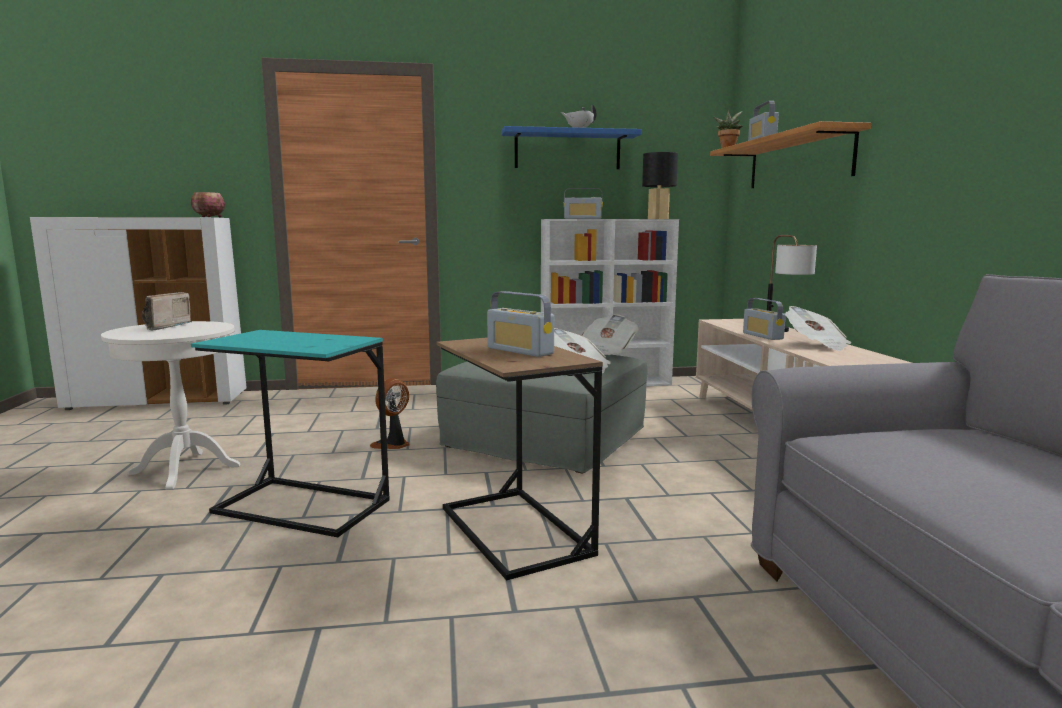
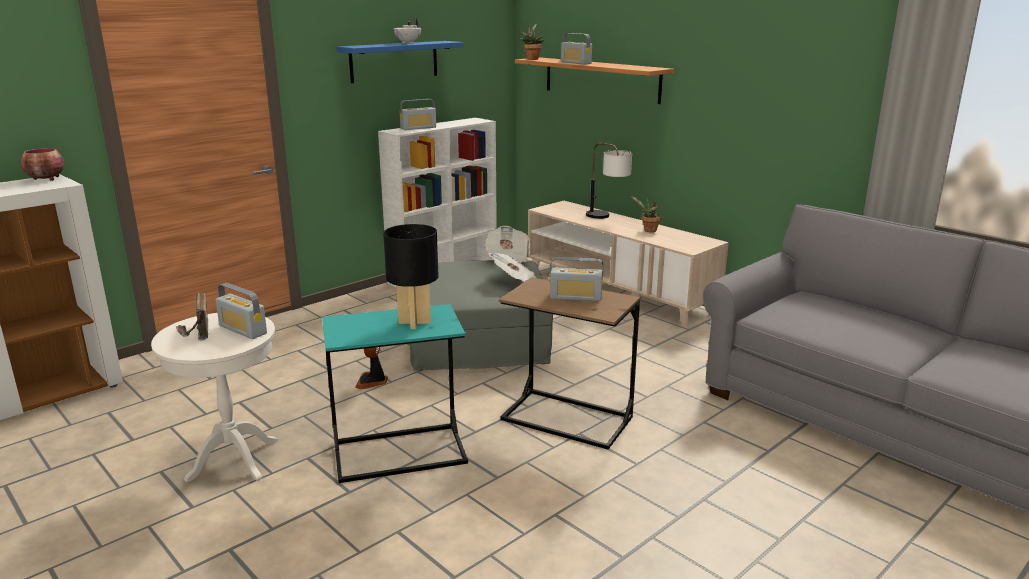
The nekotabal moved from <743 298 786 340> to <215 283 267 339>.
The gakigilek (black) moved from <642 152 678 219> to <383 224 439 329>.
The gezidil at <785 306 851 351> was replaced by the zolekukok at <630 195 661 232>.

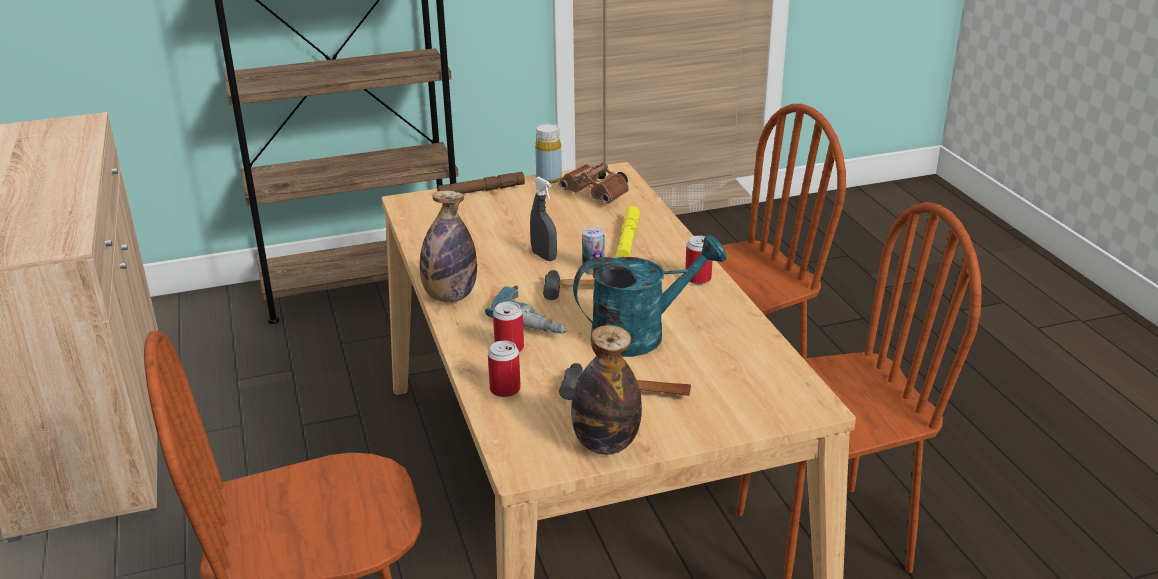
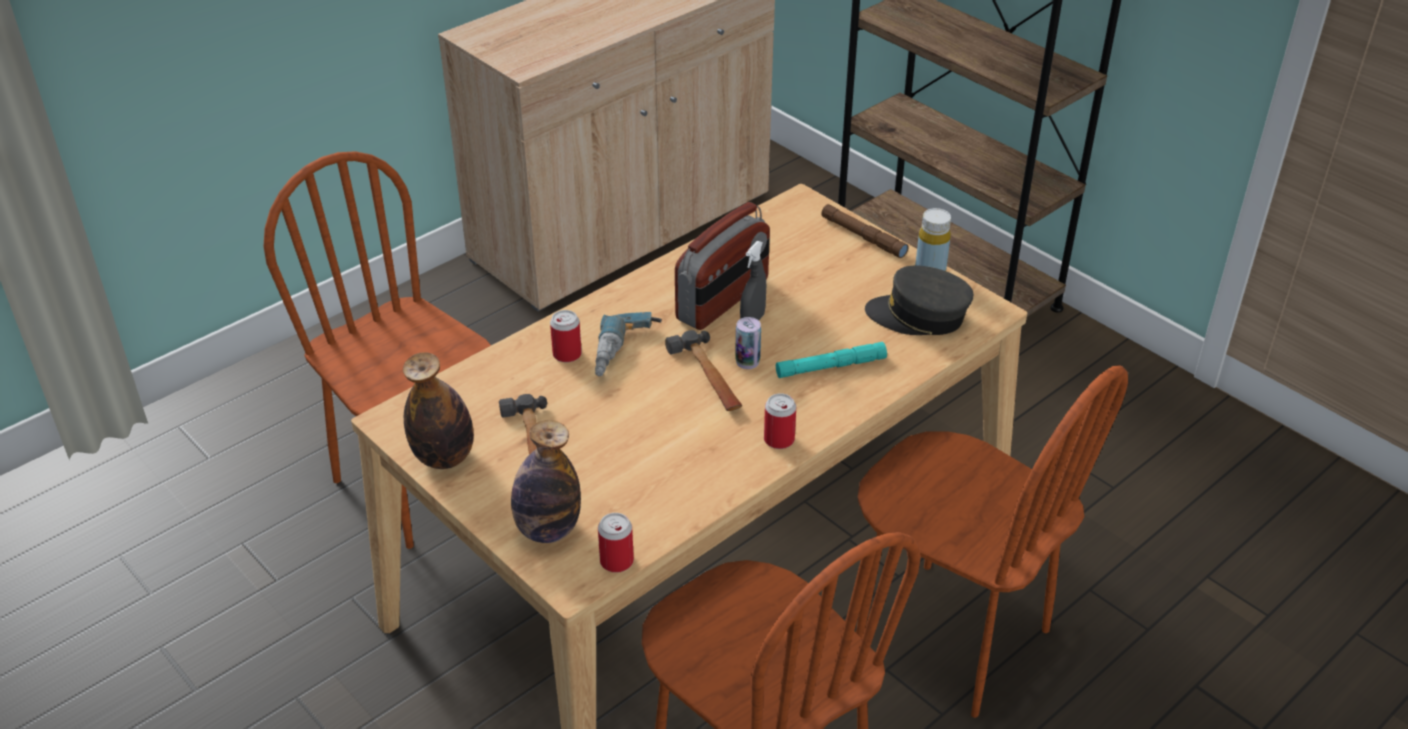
The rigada moved from <420 190 477 302> to <511 420 581 543>.
The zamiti moved from <488 340 521 397> to <598 513 634 573>.
The nekotabal at <675 202 770 330> appeared.
The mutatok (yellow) at <616 206 640 258> became the mutatok (turquoise) at <776 342 887 378>.
The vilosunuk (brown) at <559 162 629 204> was replaced by the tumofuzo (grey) at <865 266 974 335>.
The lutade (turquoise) at <573 235 727 357> disappeared.

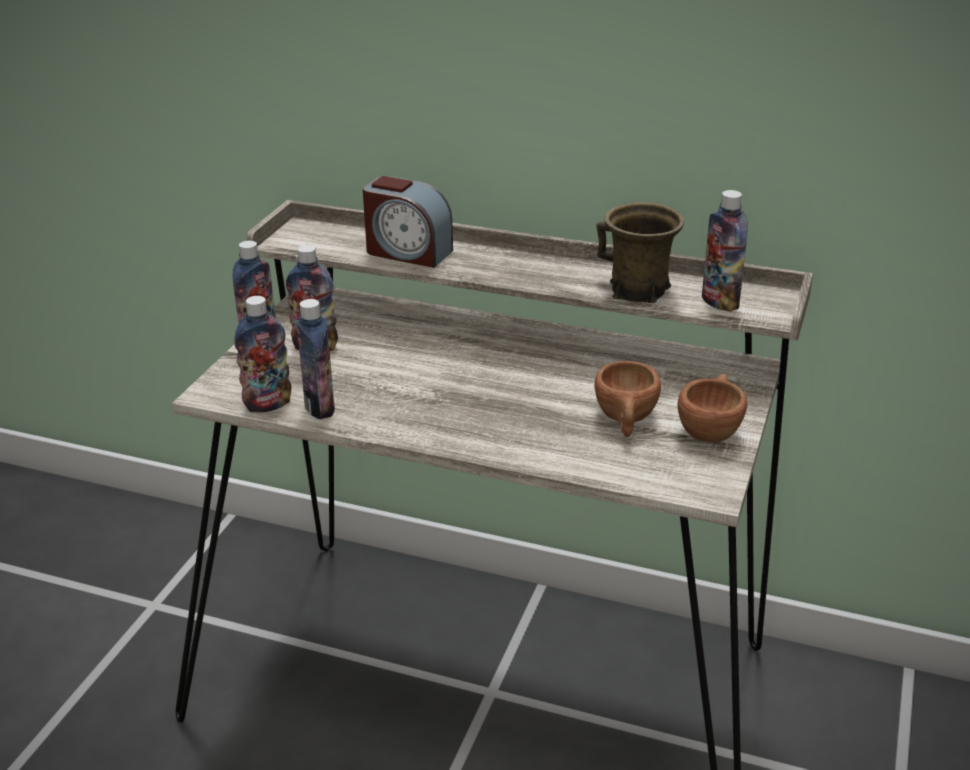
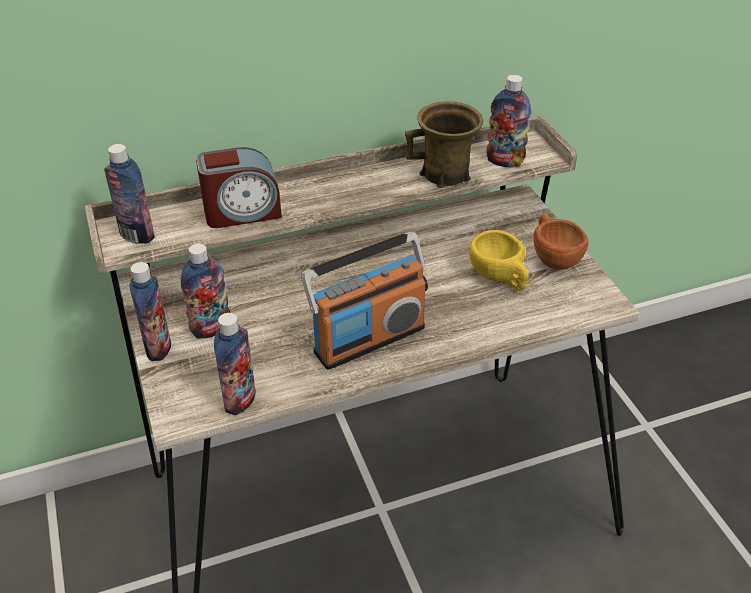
The rigada moved from <296 299 335 420> to <104 144 155 244>.
The nekotabal at <301 232 428 370> appeared.
The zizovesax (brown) at <595 361 661 437> became the zizovesax (yellow) at <469 230 529 290>.

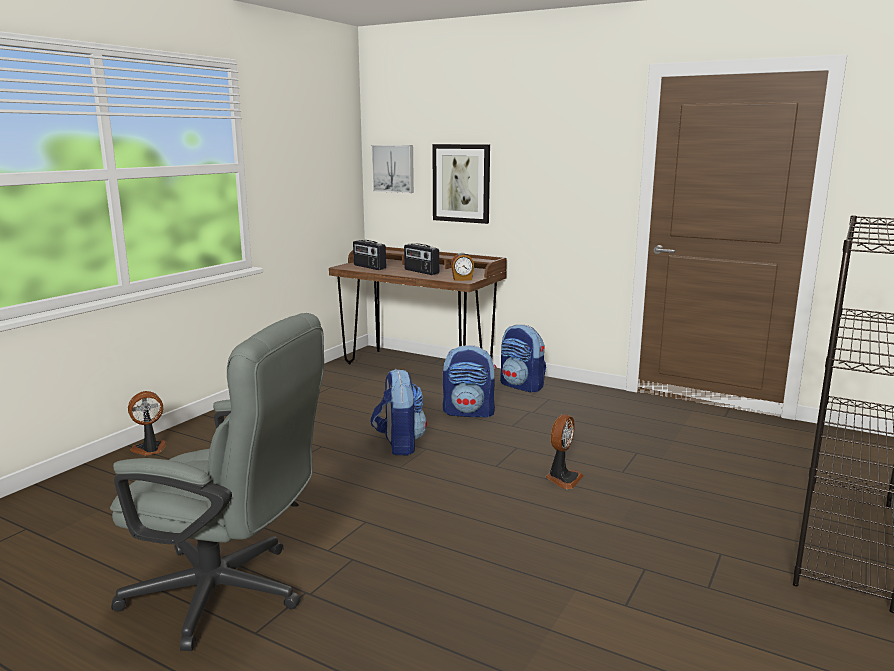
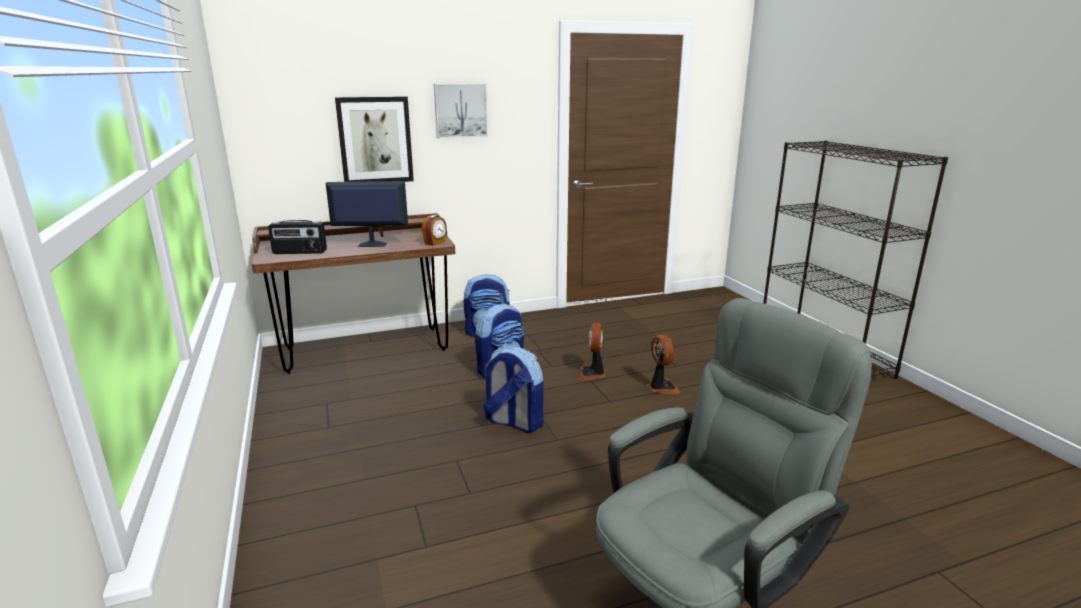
The nekotabal at <404 243 439 275> was replaced by the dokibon at <326 181 408 247>.
The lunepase moved from <372 145 414 193> to <434 83 488 139>.
The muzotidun moved from <128 391 167 456> to <579 322 606 381>.

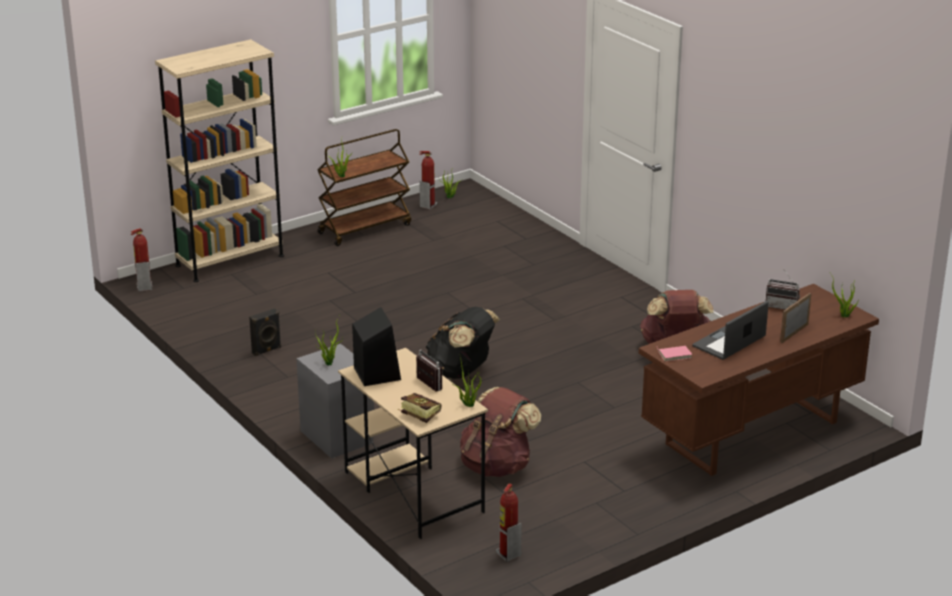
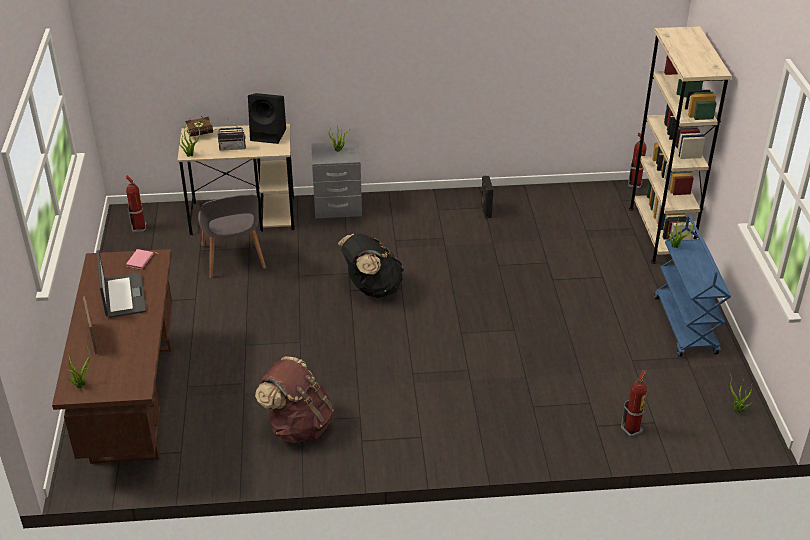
The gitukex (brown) at <460 387 541 477> was replaced by the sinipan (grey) at <198 195 266 278>.
The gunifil moved from <419 151 437 210> to <621 370 647 437>.
The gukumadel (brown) at <317 129 411 246> became the gukumadel (blue) at <654 215 731 357>.
The nekotabal at <766 268 800 309> disappeared.

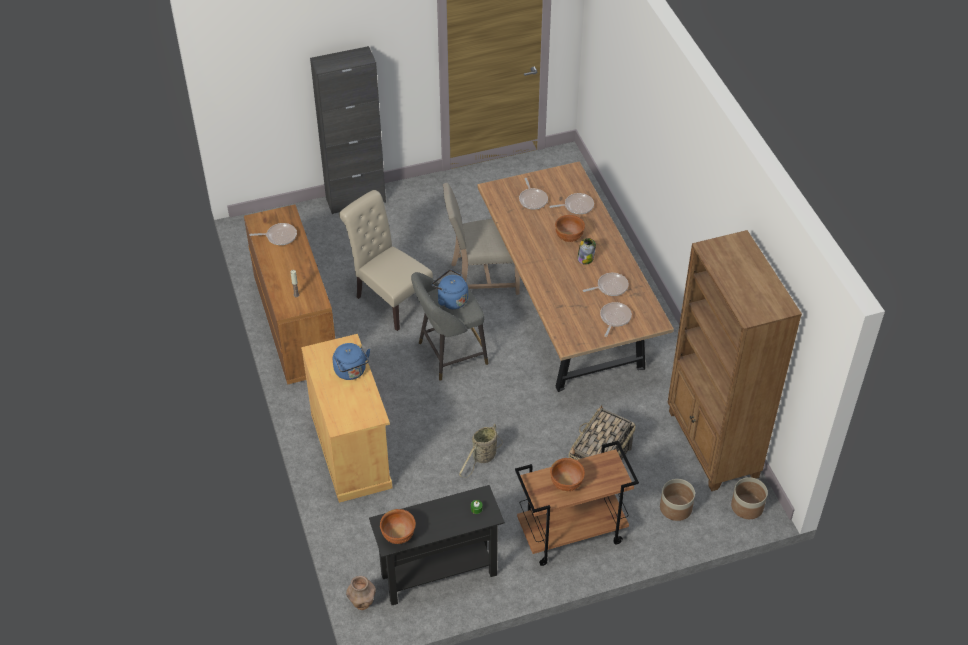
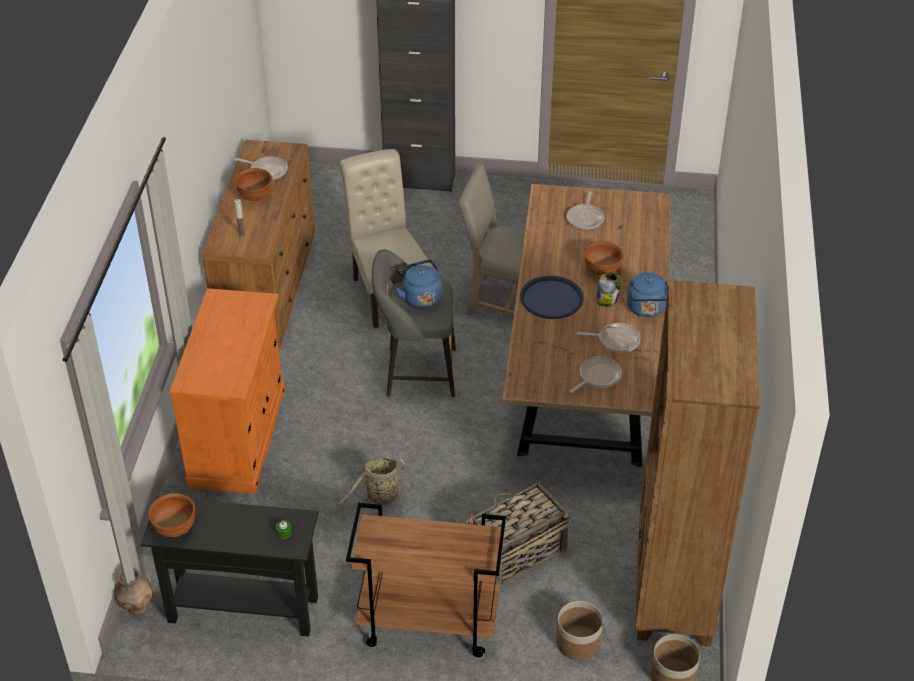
The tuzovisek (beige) at <301 334 392 503> became the tuzovisek (orange) at <169 288 285 494>.
The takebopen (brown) moved from <550 458 585 491> to <235 168 272 201>.
The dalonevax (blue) at <520 276 584 319> appeared.
The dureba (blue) moved from <333 343 370 380> to <627 272 668 317>.
The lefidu at <550 193 594 214> disappeared.

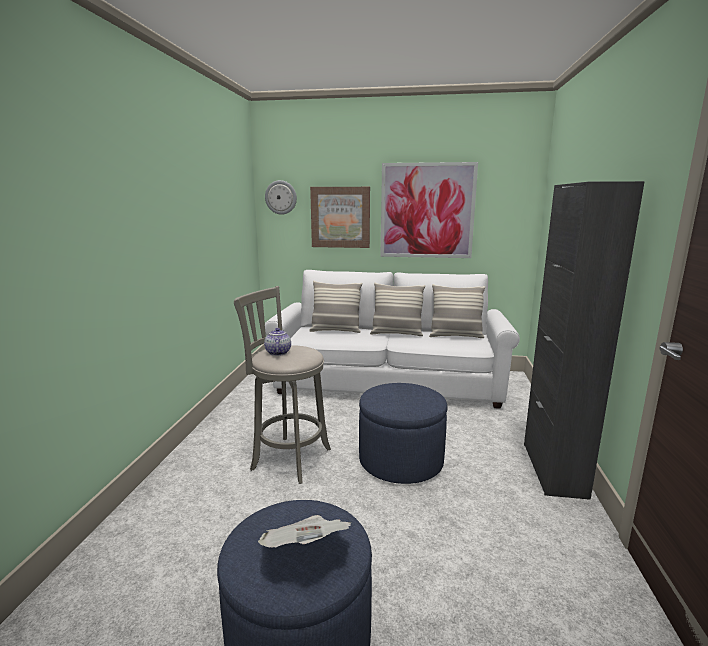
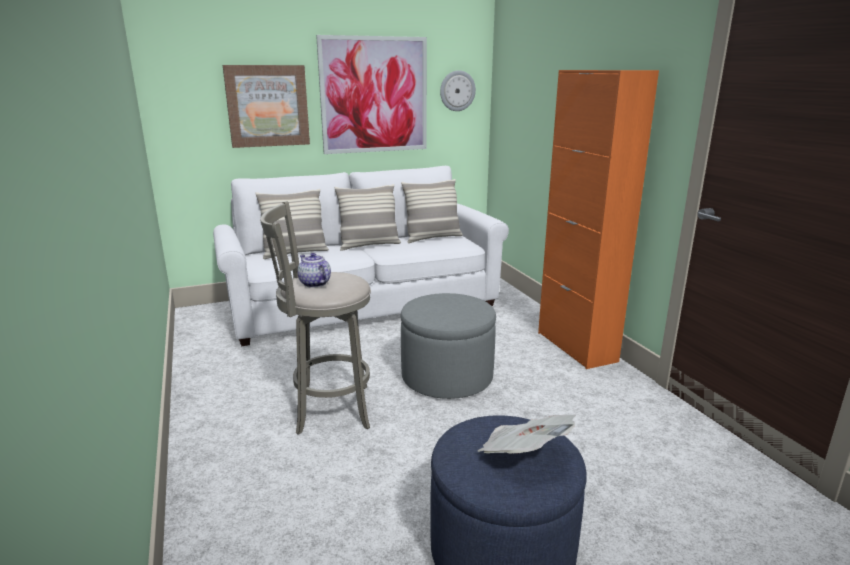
The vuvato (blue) at <359 383 447 484> became the vuvato (grey) at <401 293 496 399>.
The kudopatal moved from <265 180 297 215> to <440 70 476 111>.
The tuzovisek (black) at <524 181 645 500> became the tuzovisek (orange) at <538 70 659 369>.

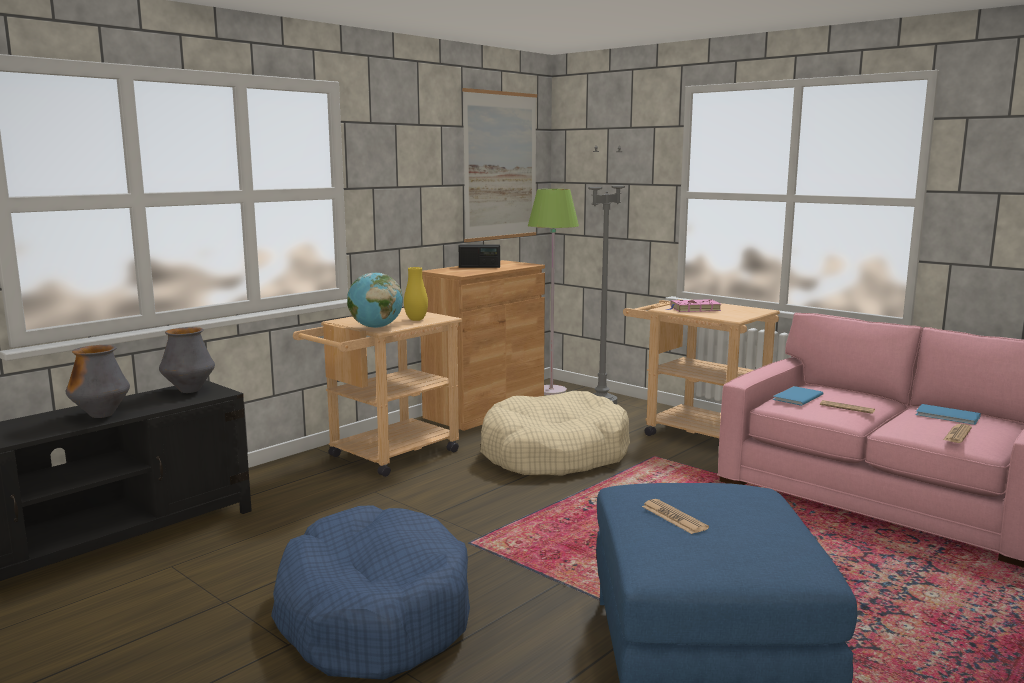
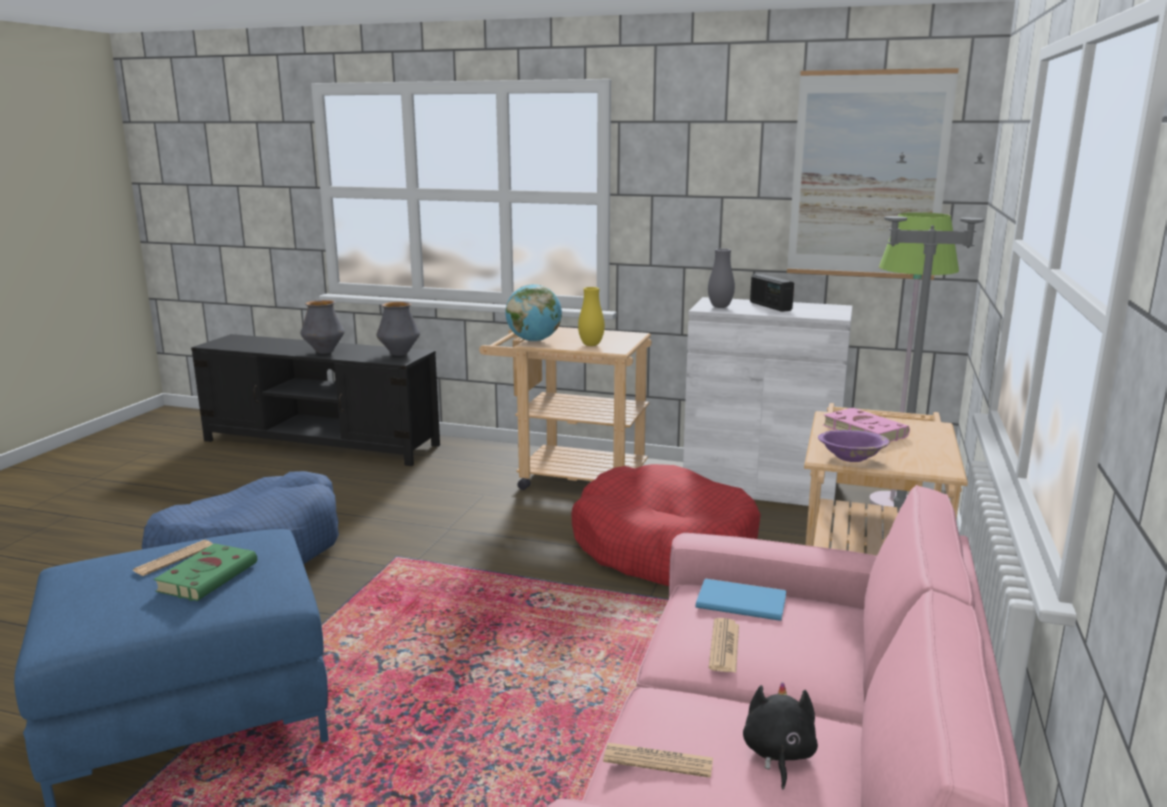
The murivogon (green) at <153 543 257 601> appeared.
The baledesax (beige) at <480 391 630 476> became the baledesax (red) at <571 464 761 586>.
The tuzovisek (brown) at <421 260 545 431> became the tuzovisek (white) at <683 297 853 506>.
The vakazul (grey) at <708 248 735 308> appeared.
The murivogon (blue) at <915 404 981 425> was replaced by the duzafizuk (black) at <743 682 818 790>.
The takebopen (purple) at <818 430 890 462> appeared.

